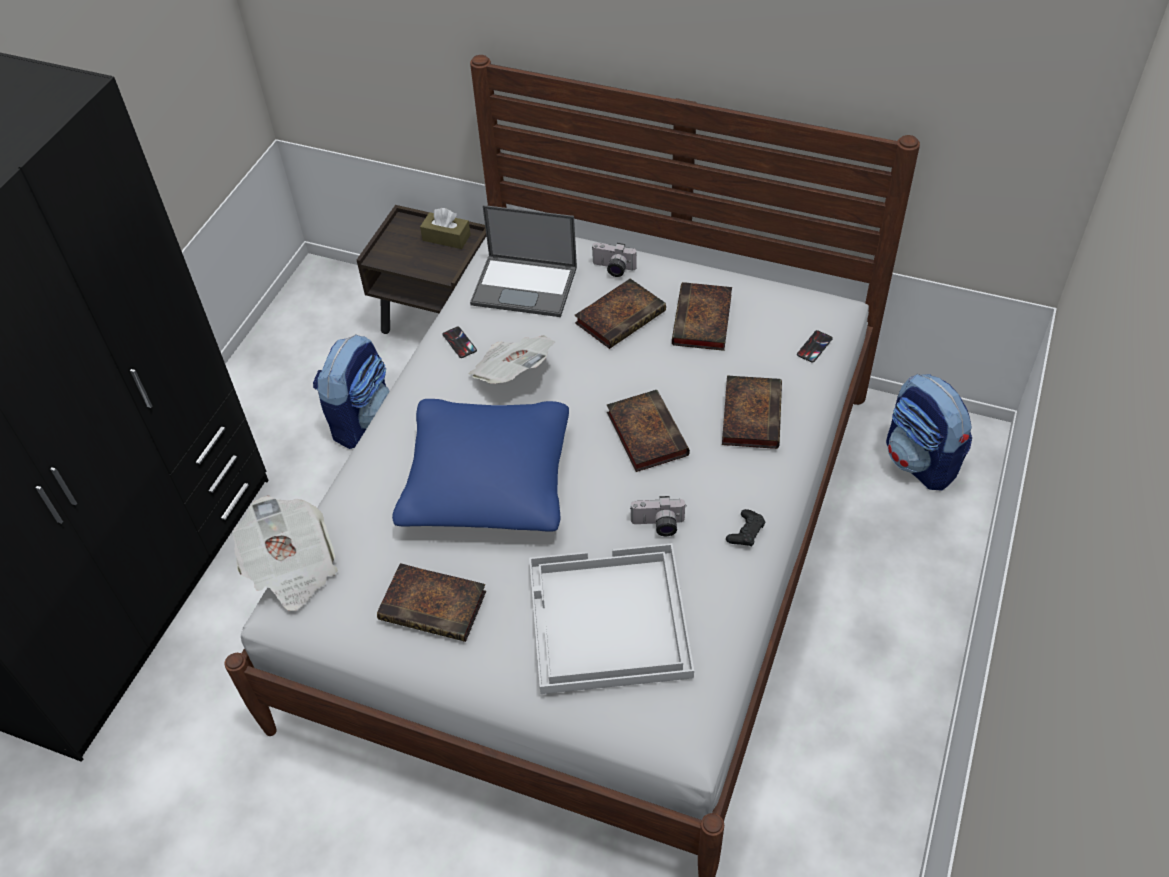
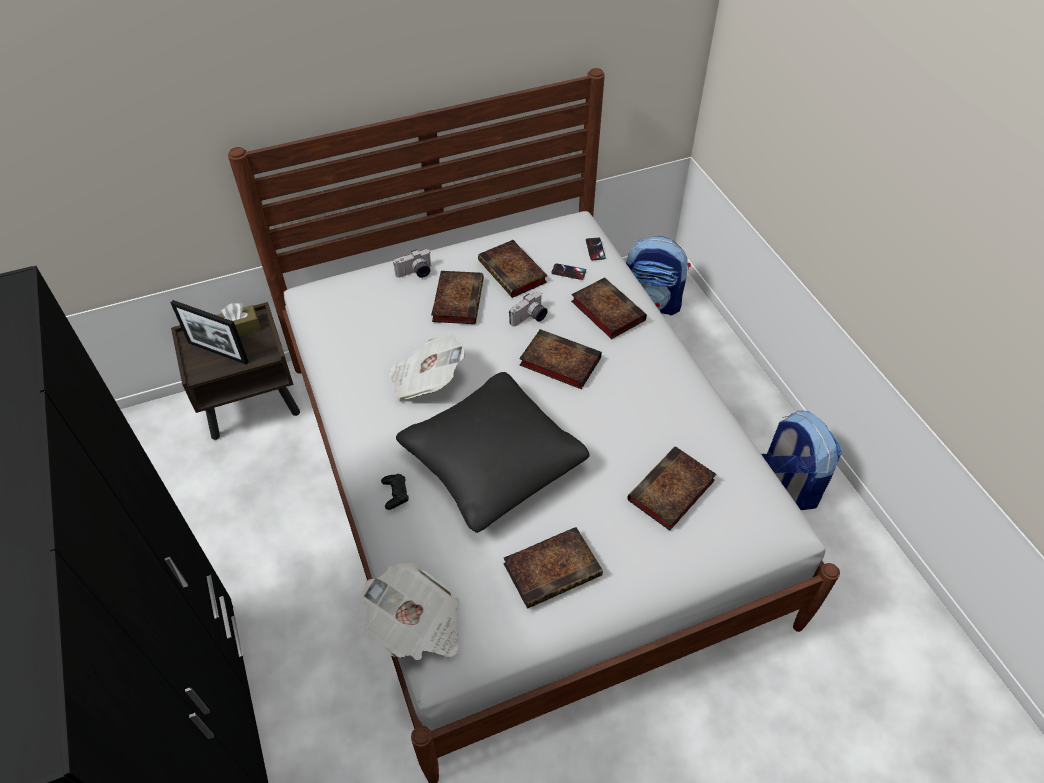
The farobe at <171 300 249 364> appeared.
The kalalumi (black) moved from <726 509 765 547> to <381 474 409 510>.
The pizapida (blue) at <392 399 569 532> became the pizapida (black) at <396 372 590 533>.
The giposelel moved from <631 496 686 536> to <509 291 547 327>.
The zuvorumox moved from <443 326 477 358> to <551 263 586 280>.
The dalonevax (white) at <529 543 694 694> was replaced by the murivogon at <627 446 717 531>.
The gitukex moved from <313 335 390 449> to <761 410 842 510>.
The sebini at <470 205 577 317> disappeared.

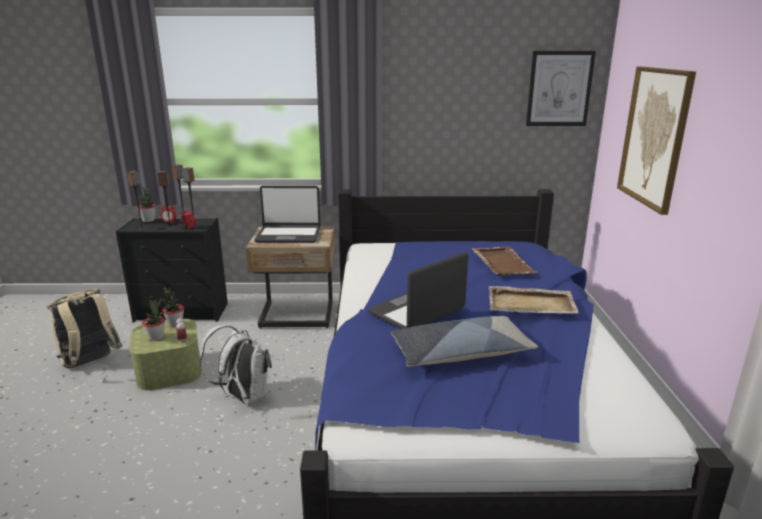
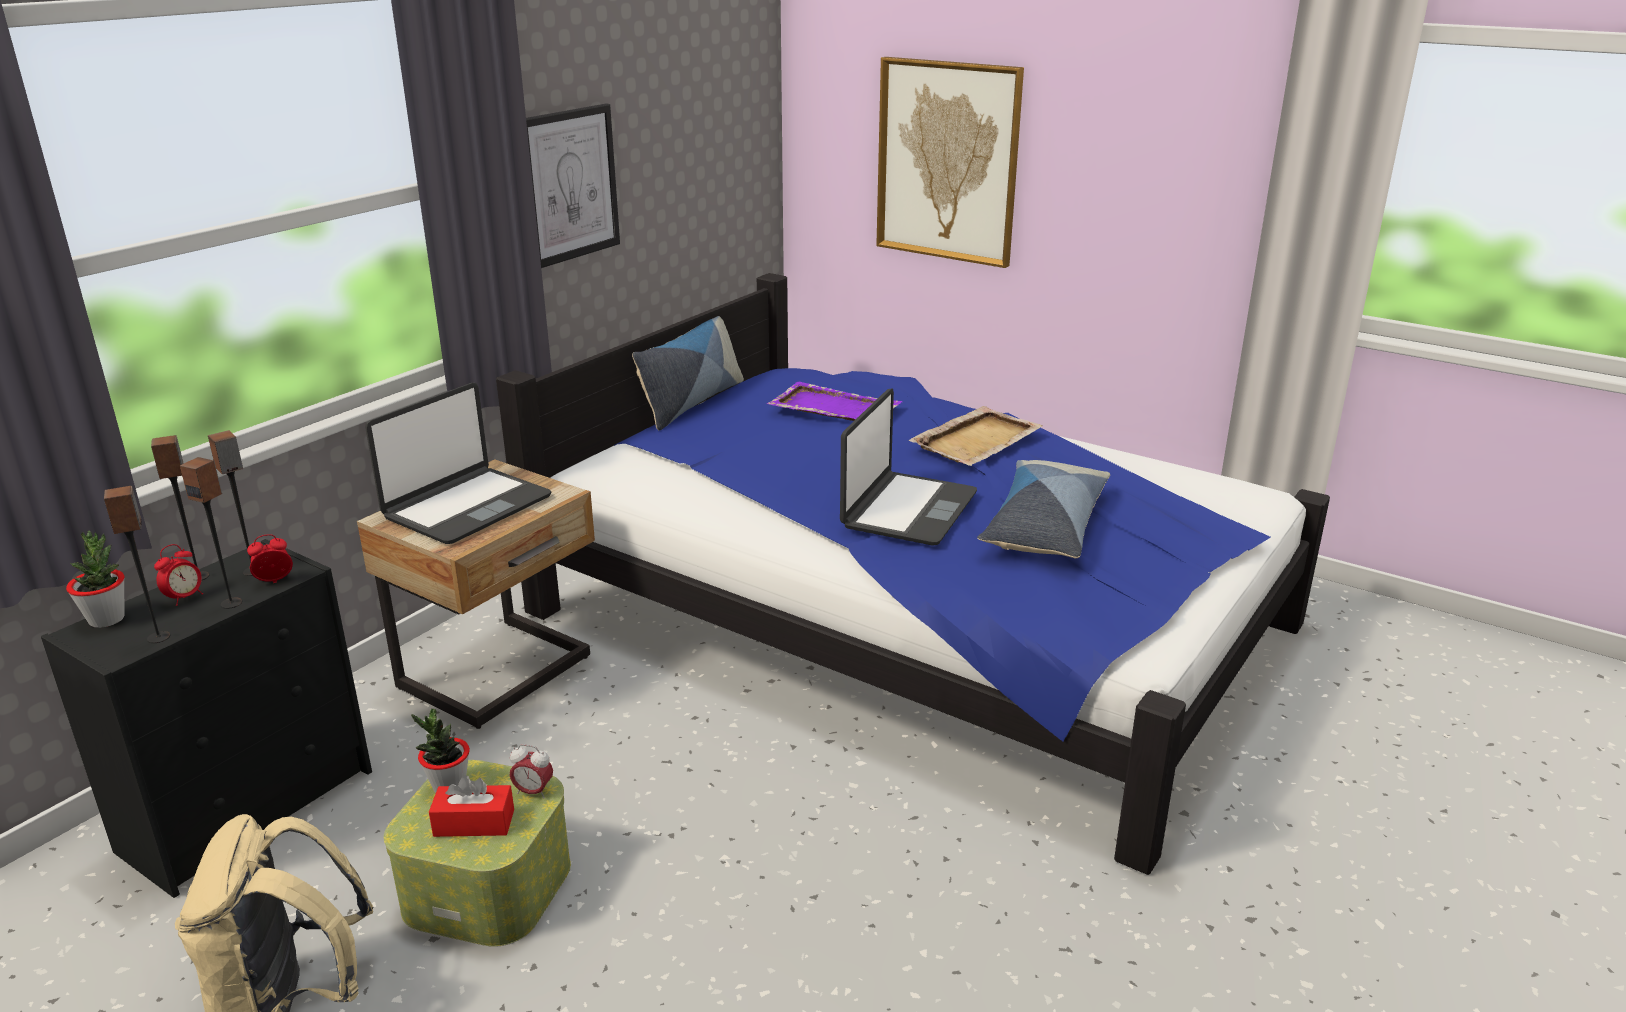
The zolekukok at <142 299 165 341> was replaced by the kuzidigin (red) at <429 775 514 837>.
The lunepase moved from <526 51 596 126> to <526 104 620 268>.
The pizapida at <632 316 744 430> appeared.
The dalonevax (brown) at <471 246 538 276> became the dalonevax (purple) at <767 382 902 421>.
The sebini at <367 252 469 329> turned 150 degrees counterclockwise.
The gitukex (white) at <200 325 272 405> disappeared.

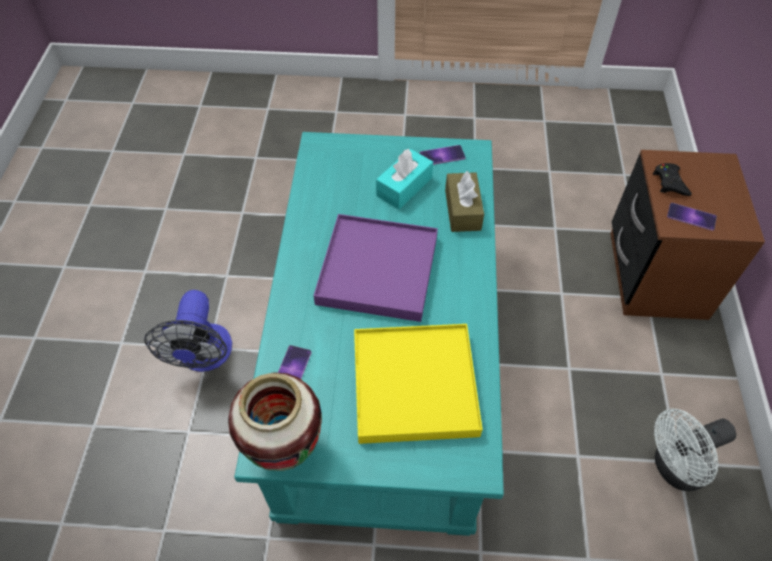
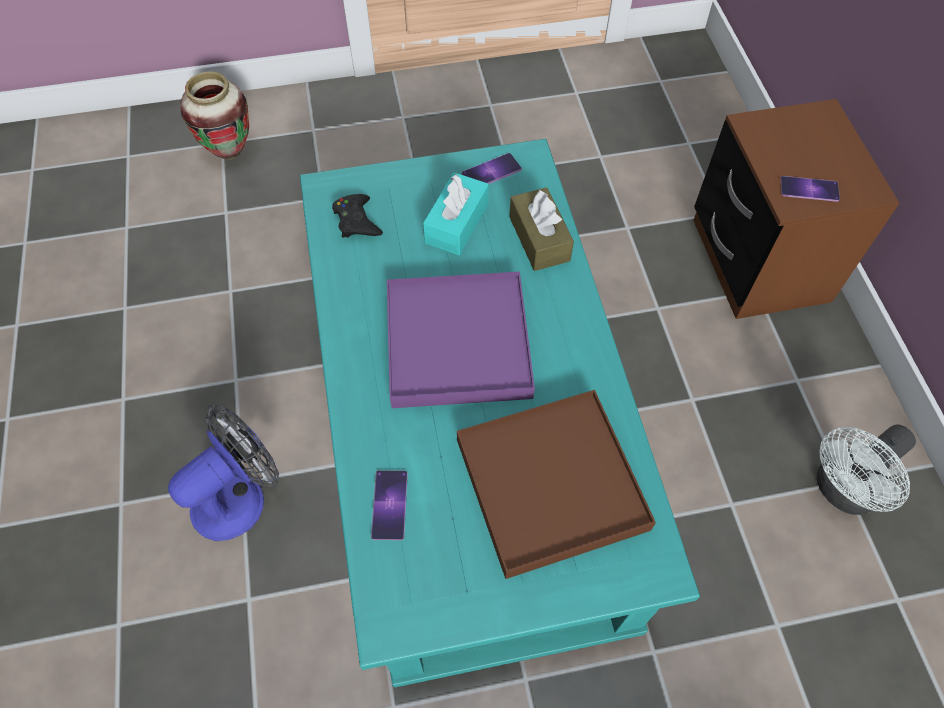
The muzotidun at <144 290 232 372> turned 120 degrees counterclockwise.
The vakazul moved from <228 372 322 471> to <180 71 249 160>.
The kalalumi (black) moved from <653 163 692 196> to <332 194 383 238>.
The dalonevax (yellow) at <354 324 483 444> became the dalonevax (brown) at <457 390 656 579>.

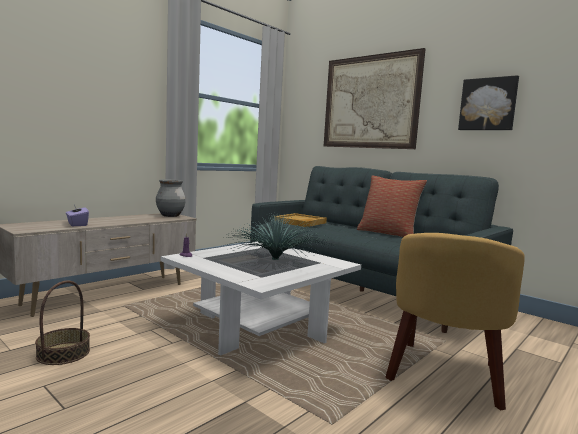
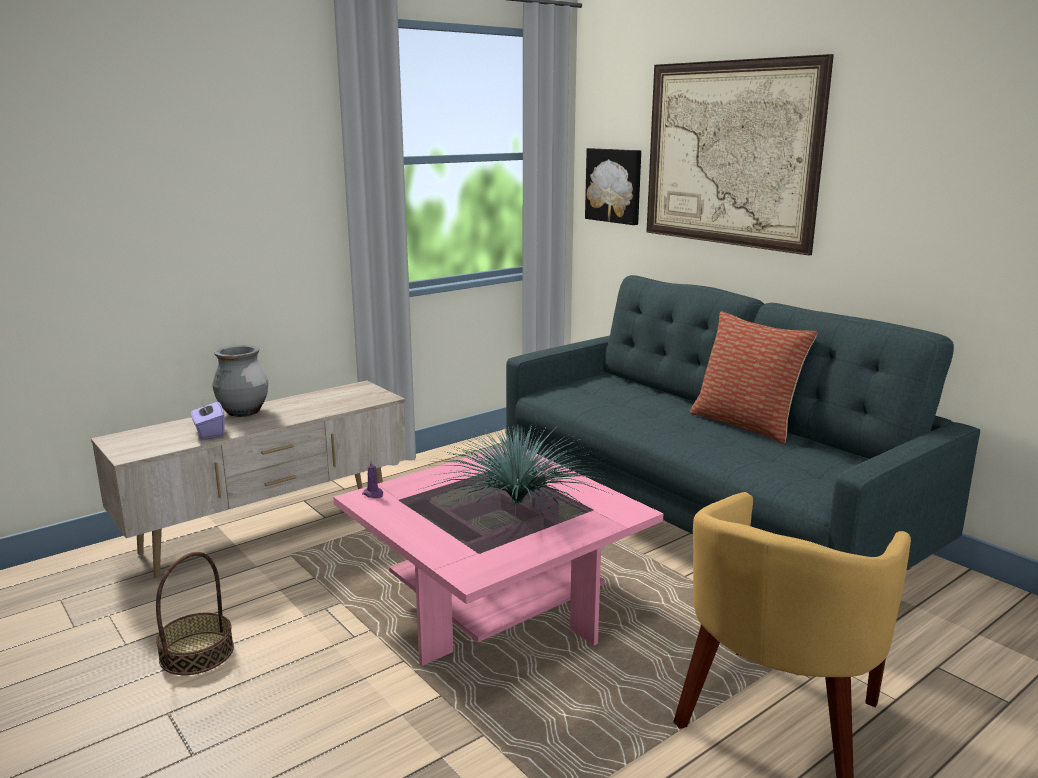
The vakazul (grey) moved from <156 179 186 217> to <212 345 268 417>.
The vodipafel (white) at <161 242 361 356> became the vodipafel (pink) at <333 447 663 666>.
The lunepase moved from <458 75 519 130> to <585 148 641 225>.
The dalonevax (beige) at <275 213 327 227> disappeared.

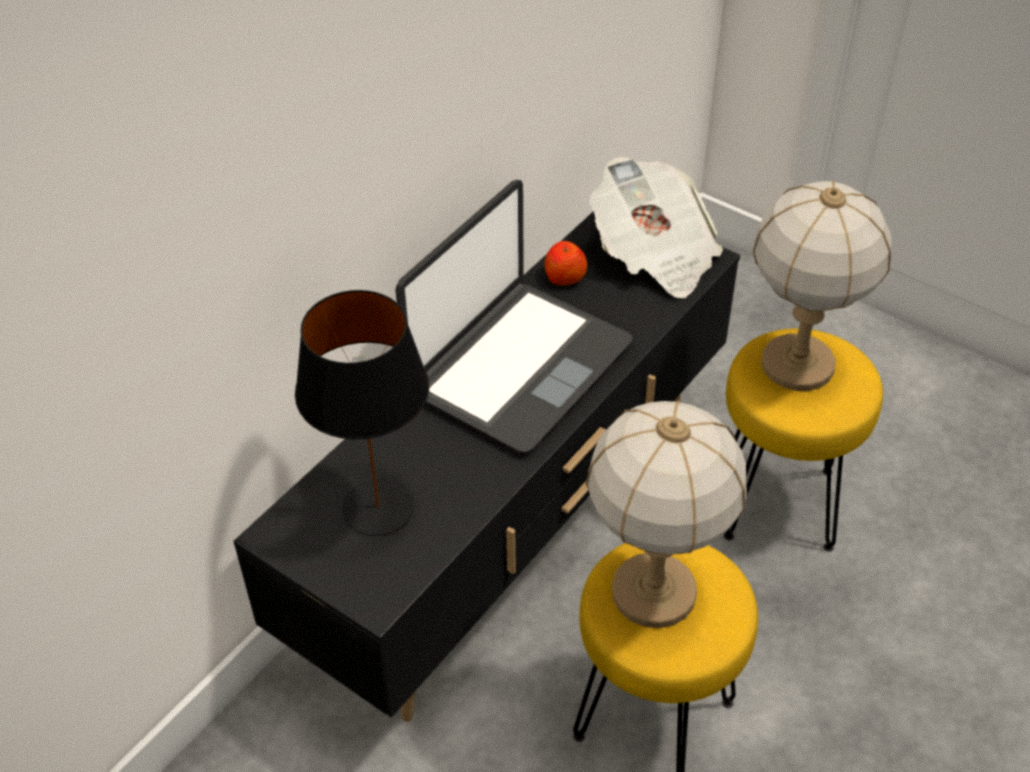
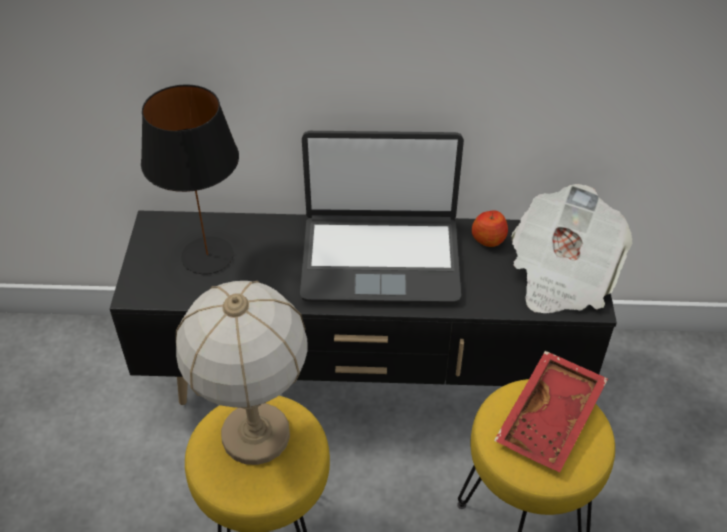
The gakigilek at <753 181 892 391> was replaced by the dalonevax (red) at <494 351 608 472>.

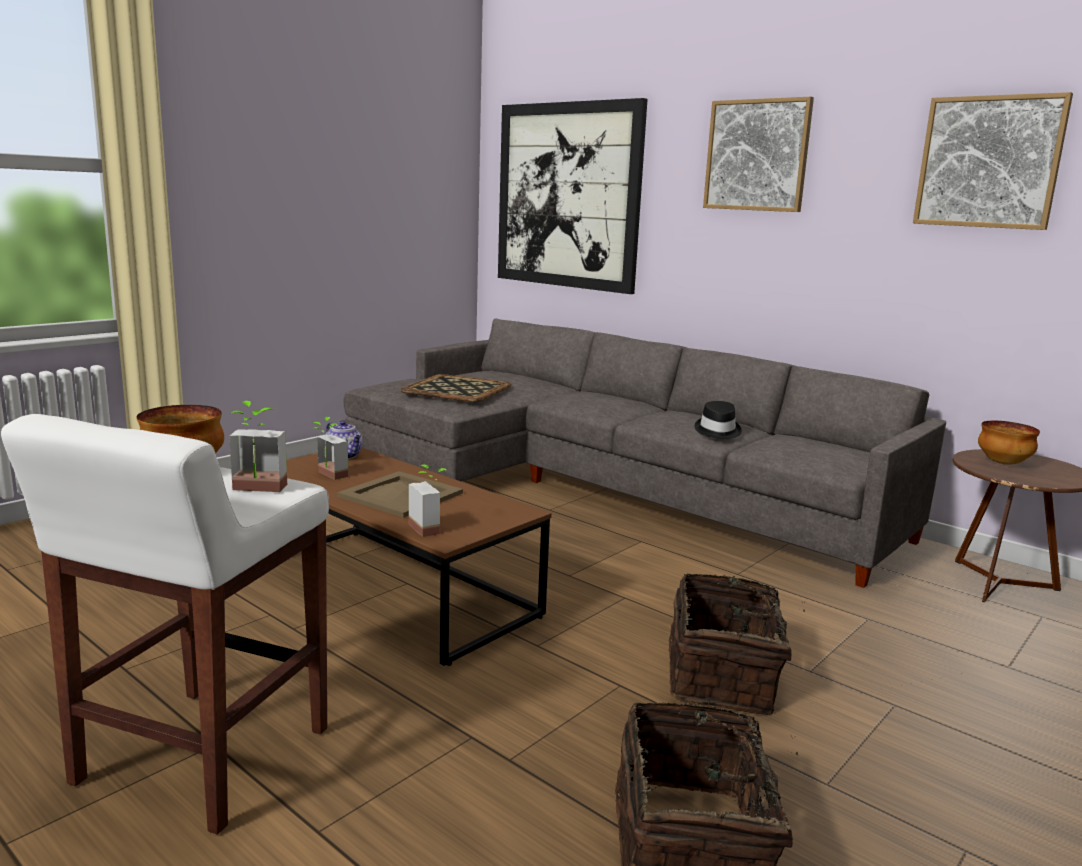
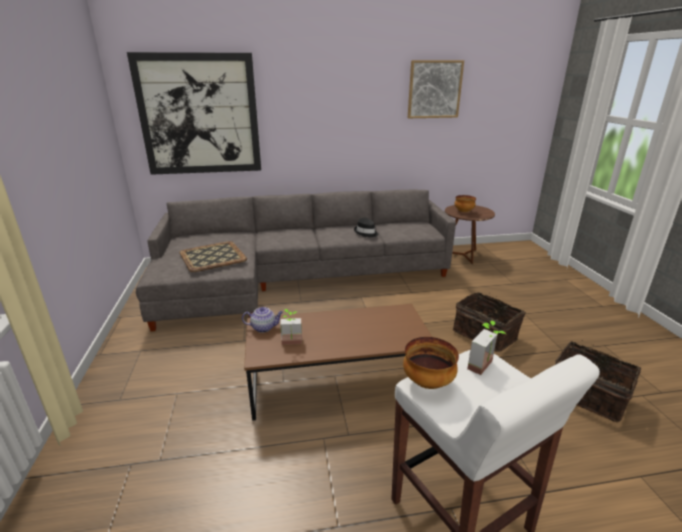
The dalonevax (beige) at <337 471 463 518> disappeared.
The zolekukok at <409 465 446 537> disappeared.
The lunepase at <703 97 814 212> disappeared.

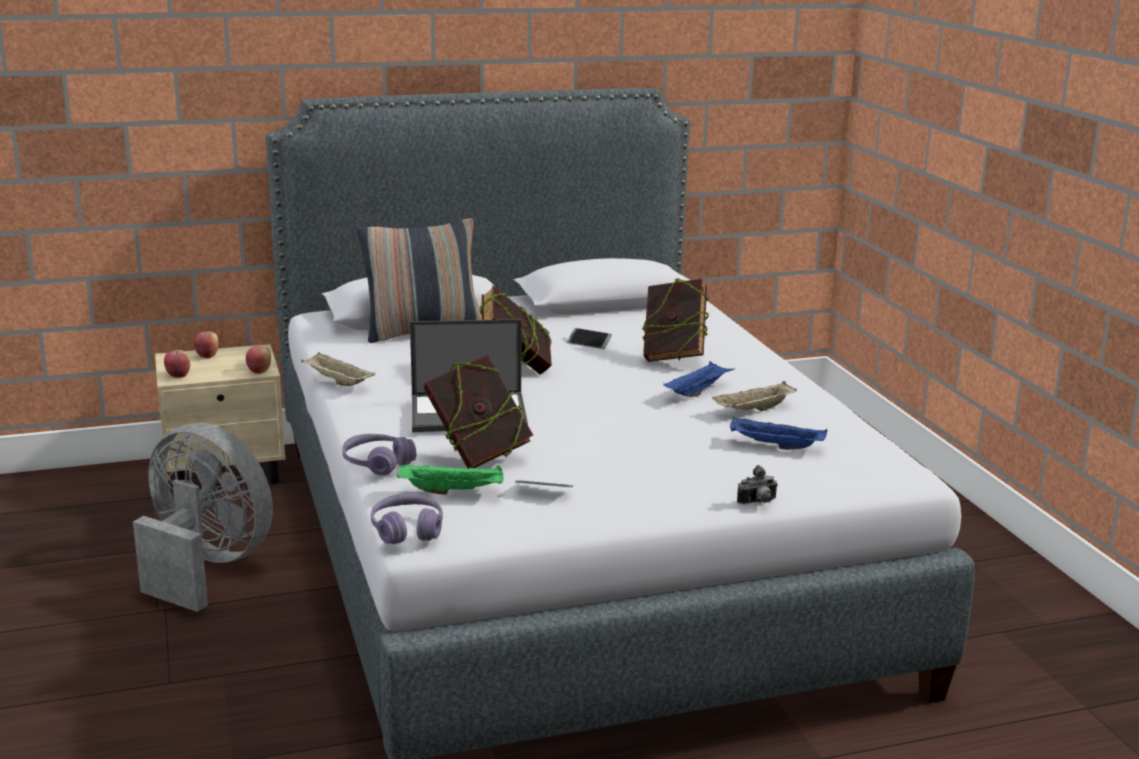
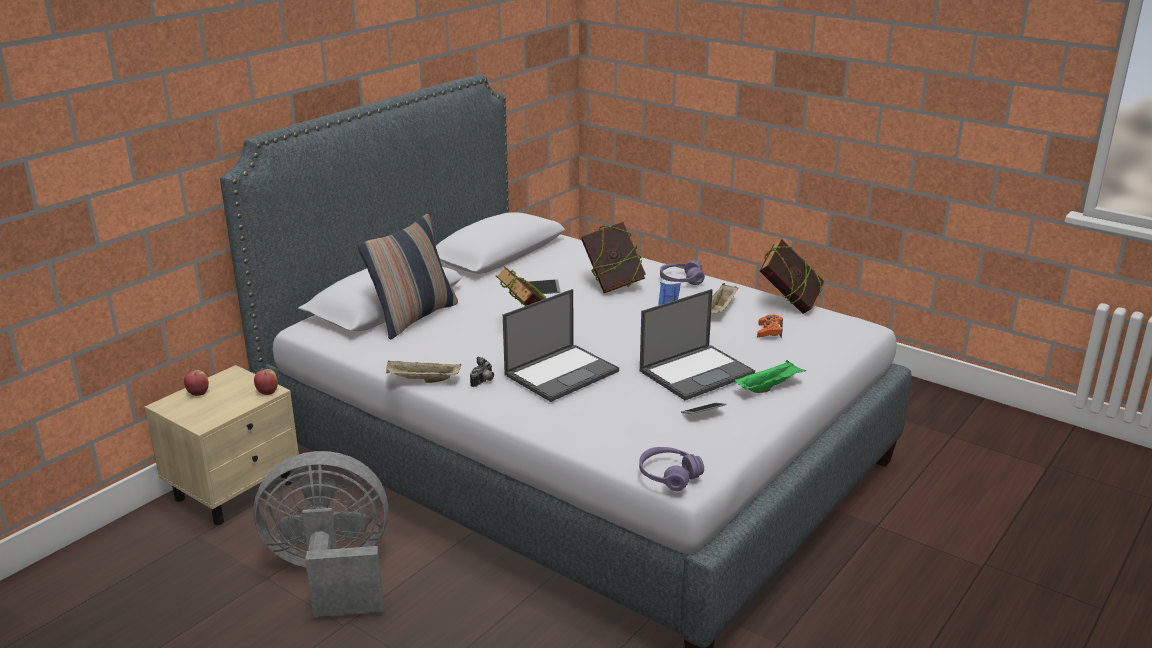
The giposelel moved from <737 465 778 505> to <470 357 494 387>.
The sebini at <640 289 755 400> appeared.
The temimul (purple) moved from <342 434 416 476> to <660 260 705 285>.
The dalonevax (green) moved from <397 464 504 495> to <735 360 806 393>.
The dalonevax (blue) at <730 417 827 450> was replaced by the kalalumi (orange) at <757 315 783 338>.
The murivogon moved from <424 355 533 468> to <759 239 824 314>.
The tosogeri at <164 350 190 378> disappeared.

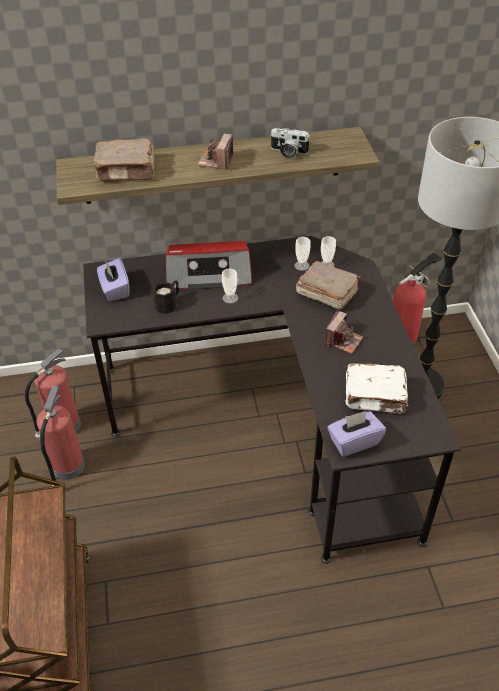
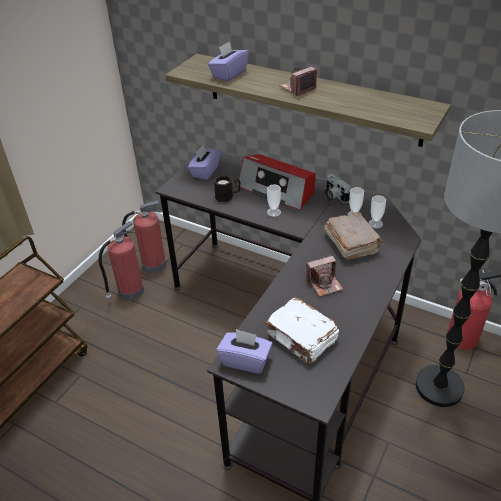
The murivogon (brown) at <94 138 156 181> was replaced by the kuzidigin (purple) at <208 41 249 81>.
The giposelel moved from <270 128 310 159> to <325 174 351 203>.

